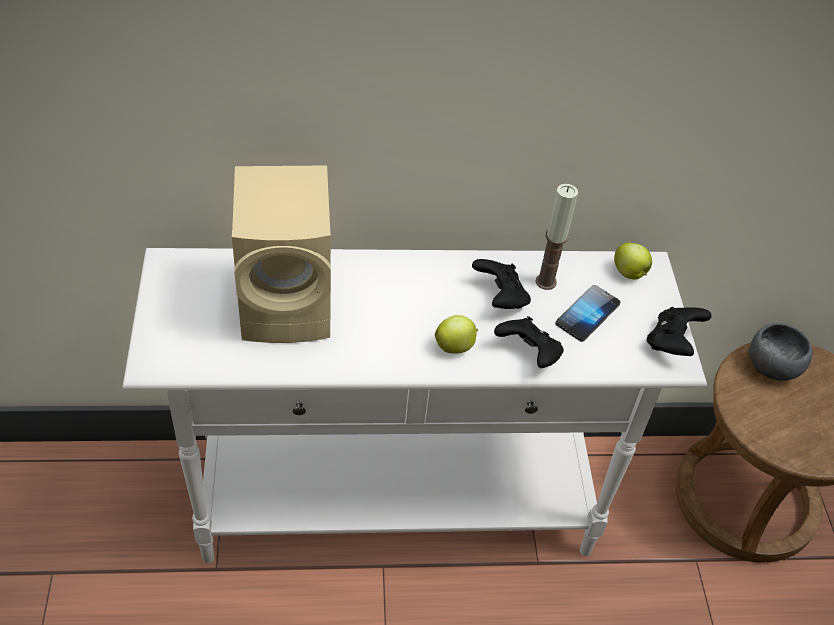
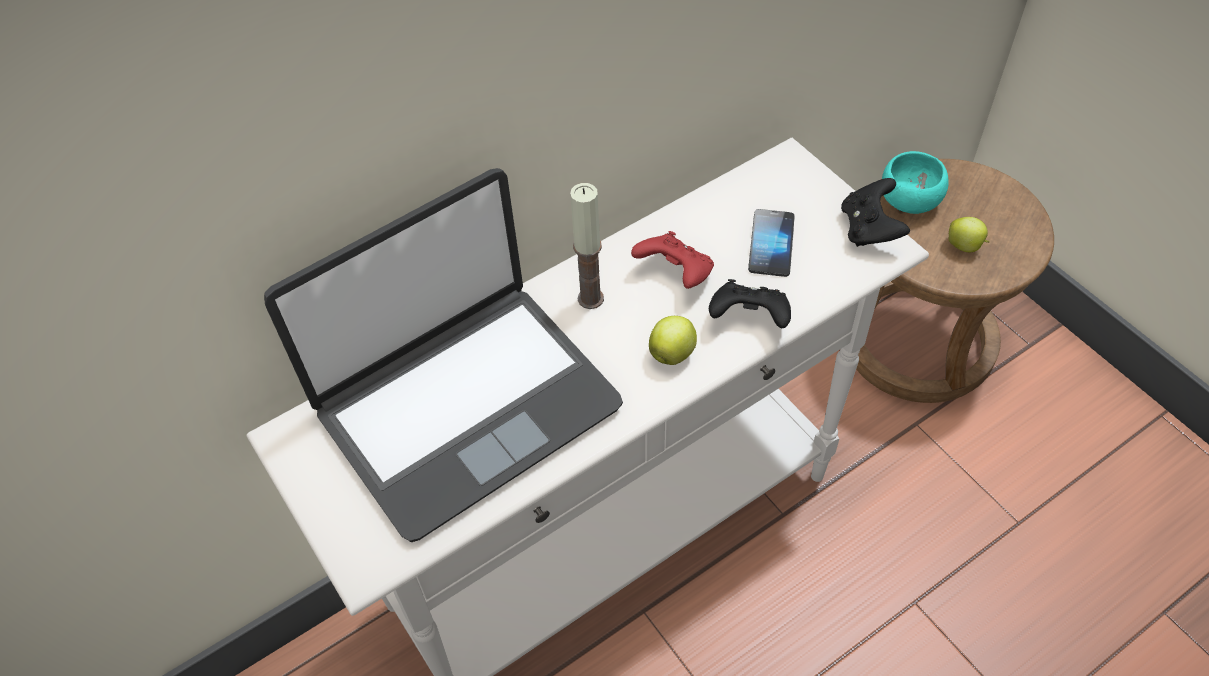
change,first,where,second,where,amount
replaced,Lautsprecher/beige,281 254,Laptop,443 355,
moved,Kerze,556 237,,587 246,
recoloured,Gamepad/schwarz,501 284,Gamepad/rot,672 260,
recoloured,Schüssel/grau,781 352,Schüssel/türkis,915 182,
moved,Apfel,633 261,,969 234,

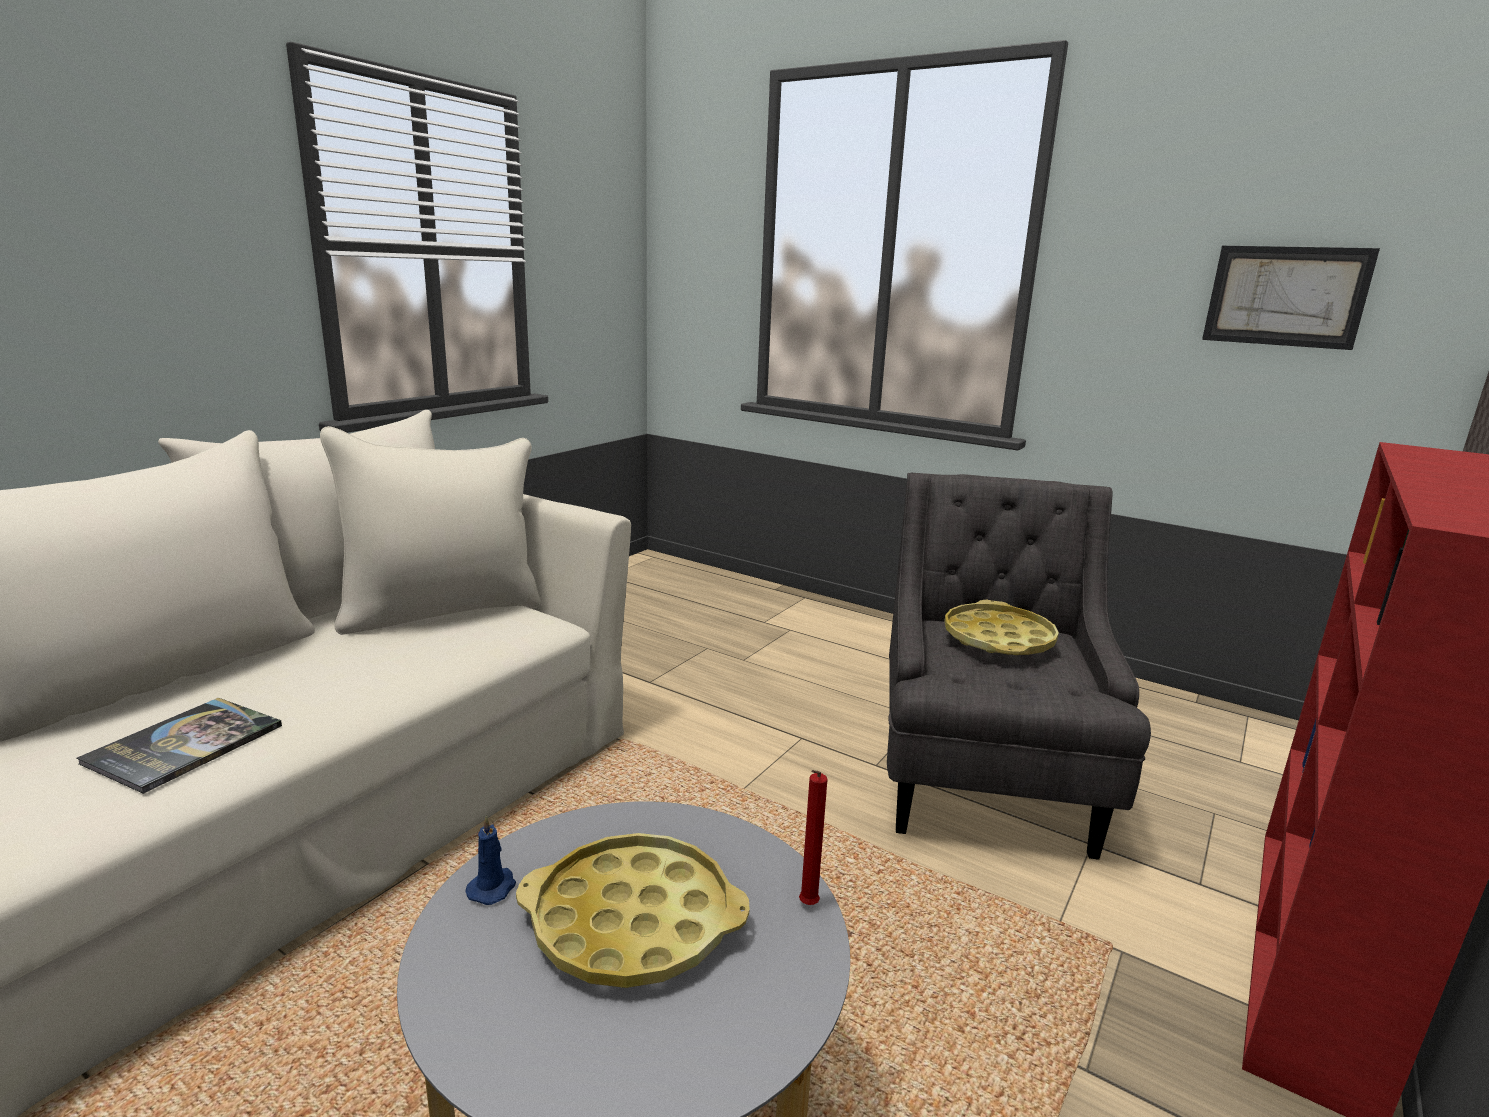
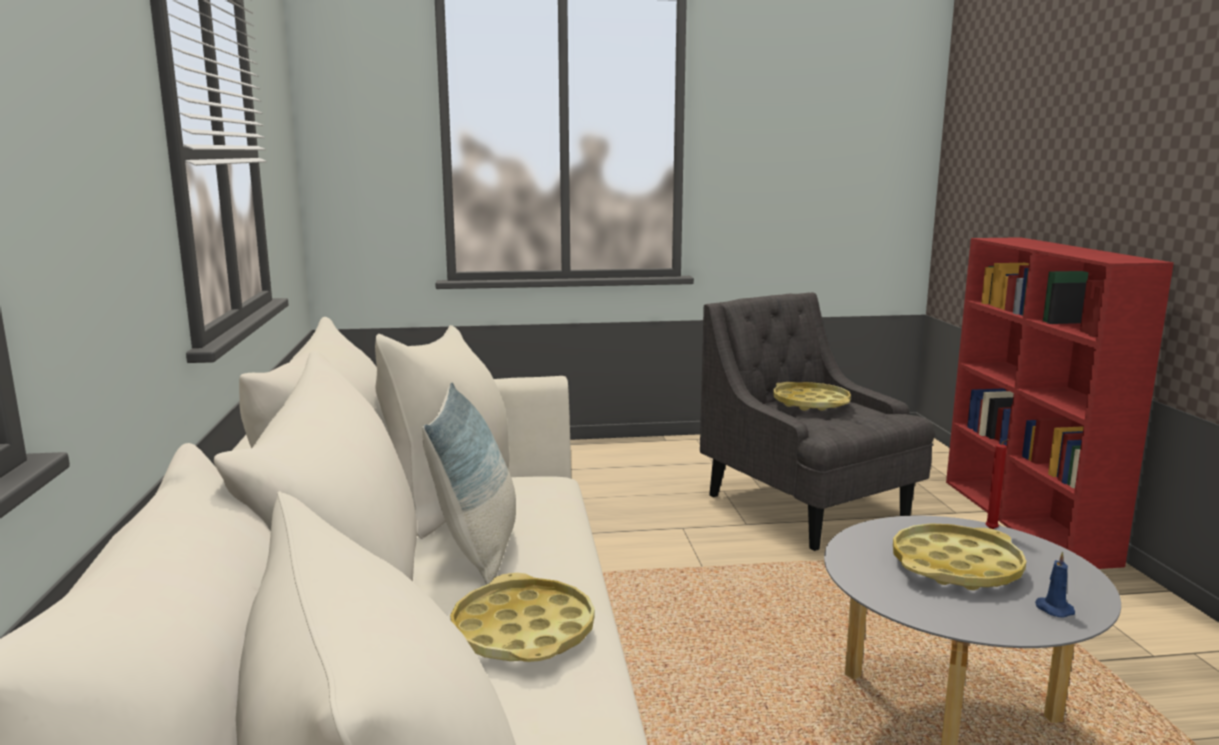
change,first,where,second,where,amount
added,,,Kissen,469 483,
replaced,Buch,179 746,Tablett/gelb,522 617,
moved,Kerze/blau,490 860,,1055 584,
removed,Bild,1291 298,,,

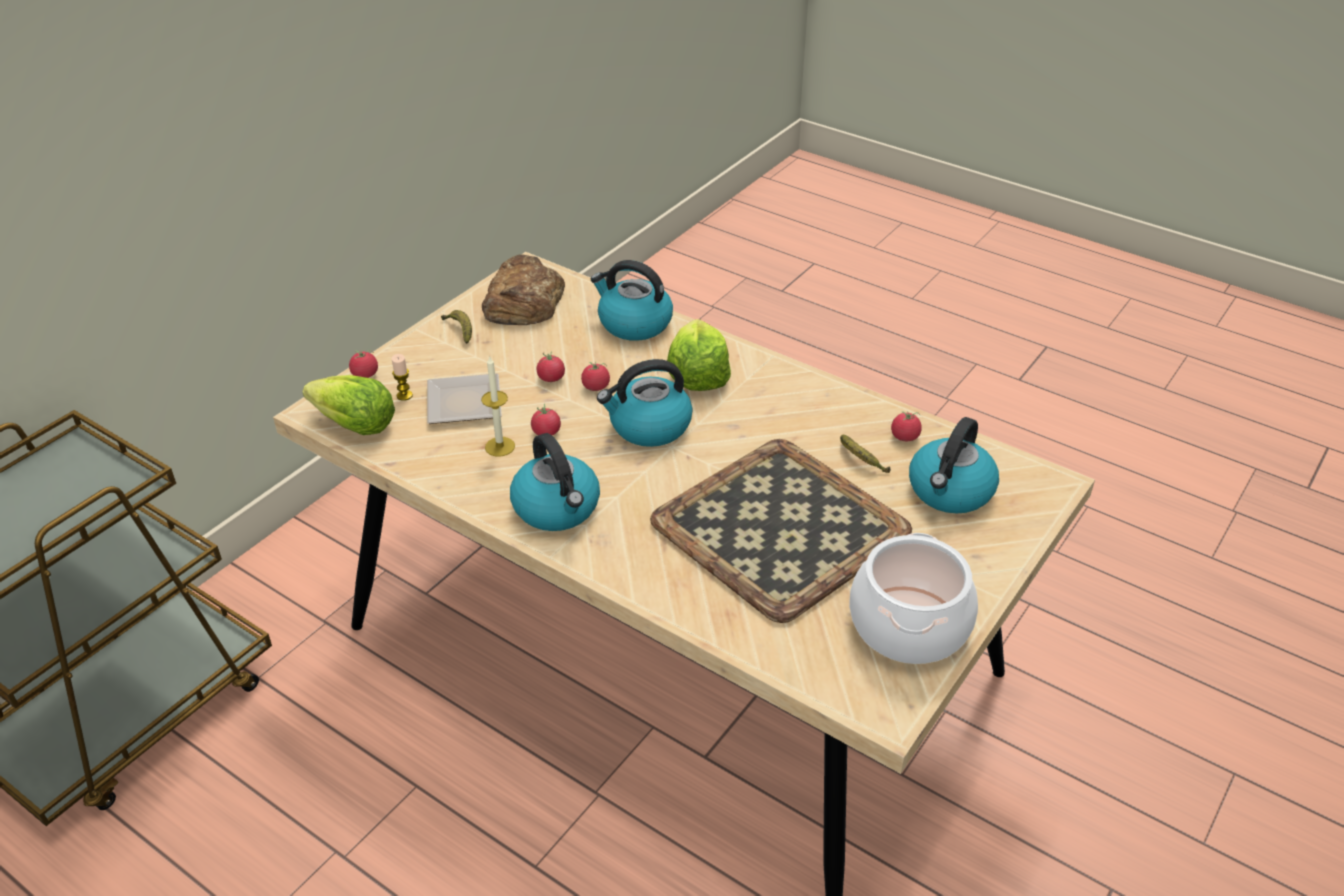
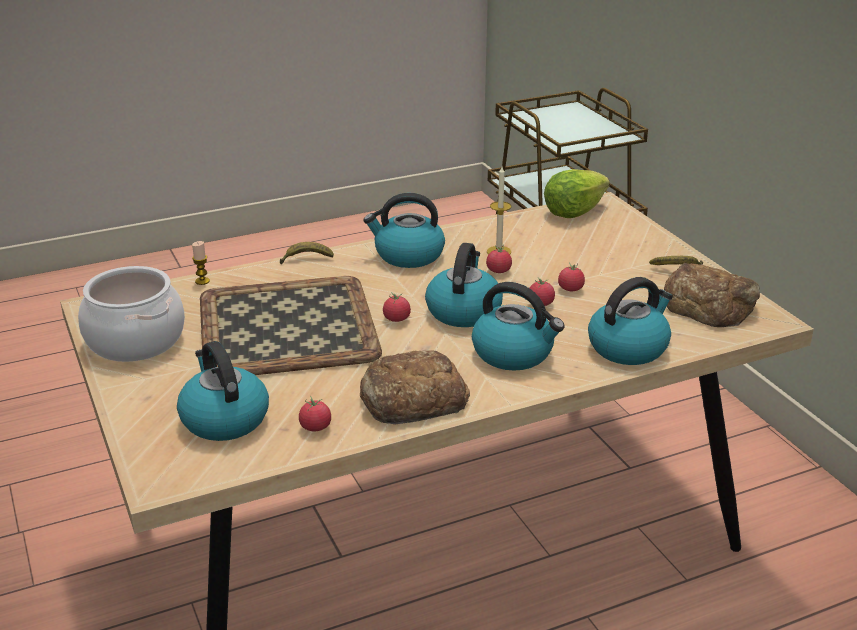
change,first,where,second,where,amount
moved,Kerze,402 377,,201 263,
moved,Banane,865 454,,307 253,
added,,,Brot,415 387,
moved,Tomate,363 364,,397 307,
replaced,Salatkopf,699 355,Wasserkessel,518 326,
removed,Teller,464 398,,,

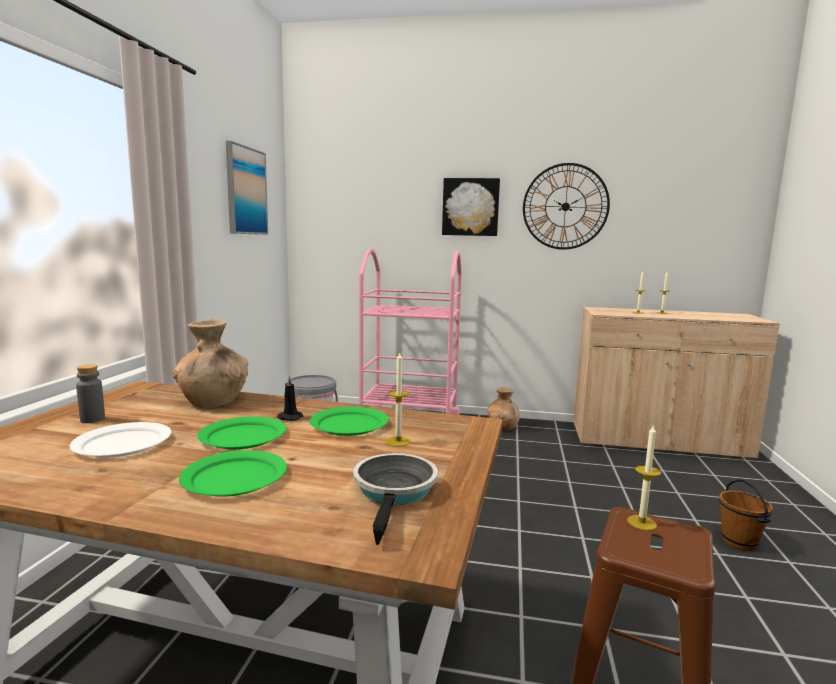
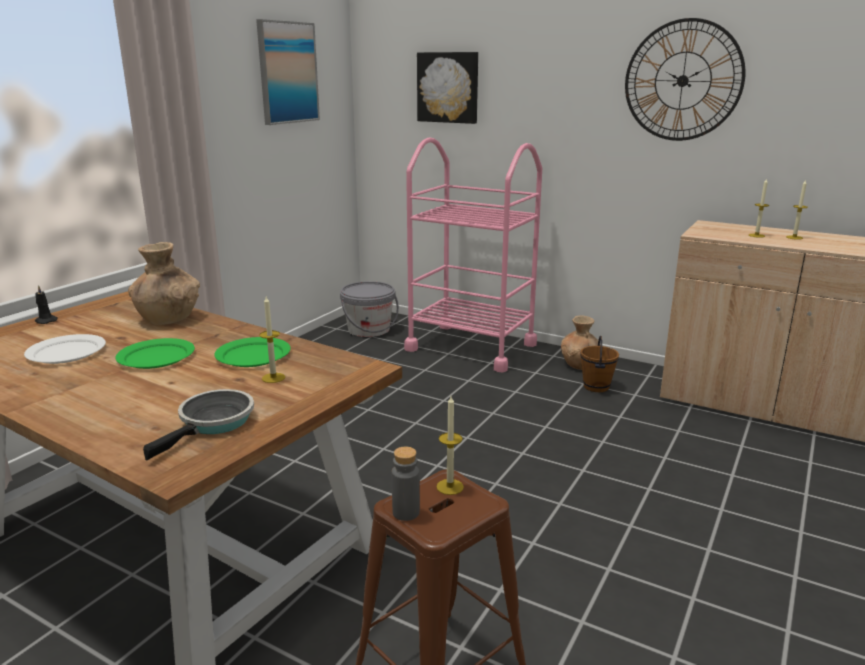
change,first,where,second,where,amount
moved,Kerze/schwarz,290 398,,46 304,
moved,Flasche/grau,90 393,,406 483,
moved,Bild,471 207,,447 88,
moved,Eimer/braun,746 515,,599 364,
removed,Teller/grün,233 473,,,

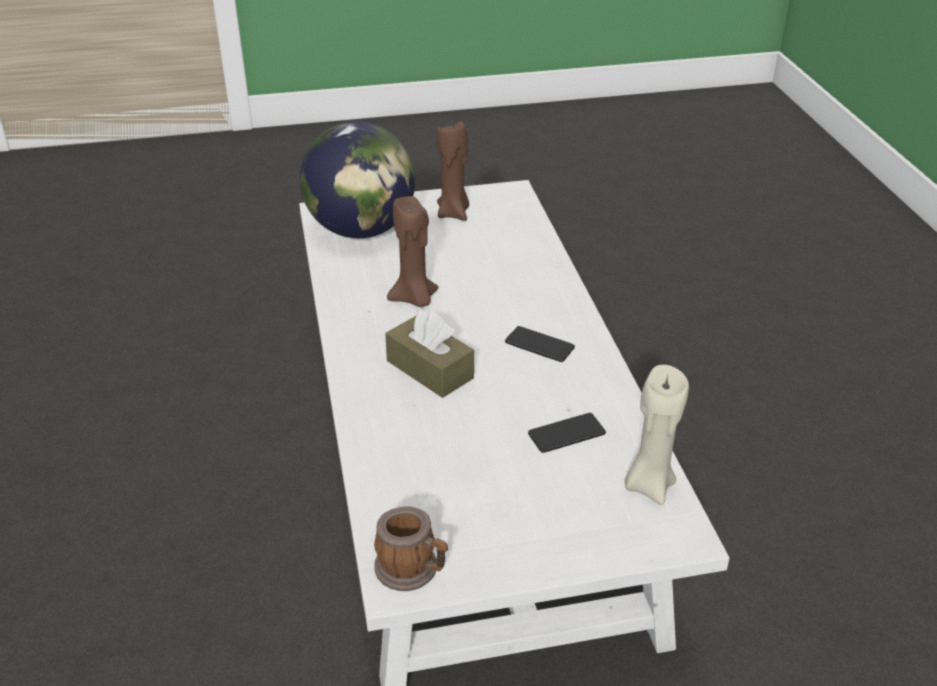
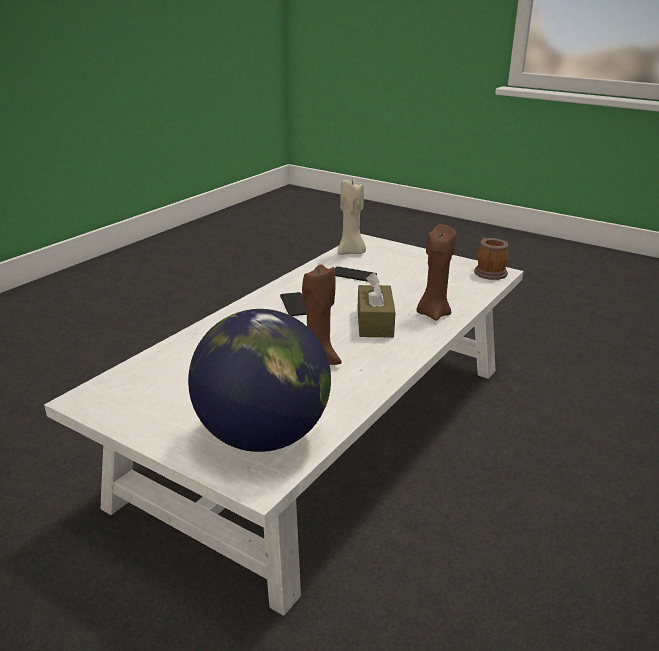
change,first,where,second,where,amount
moved,Kerze/braun,452 171,,436 272,

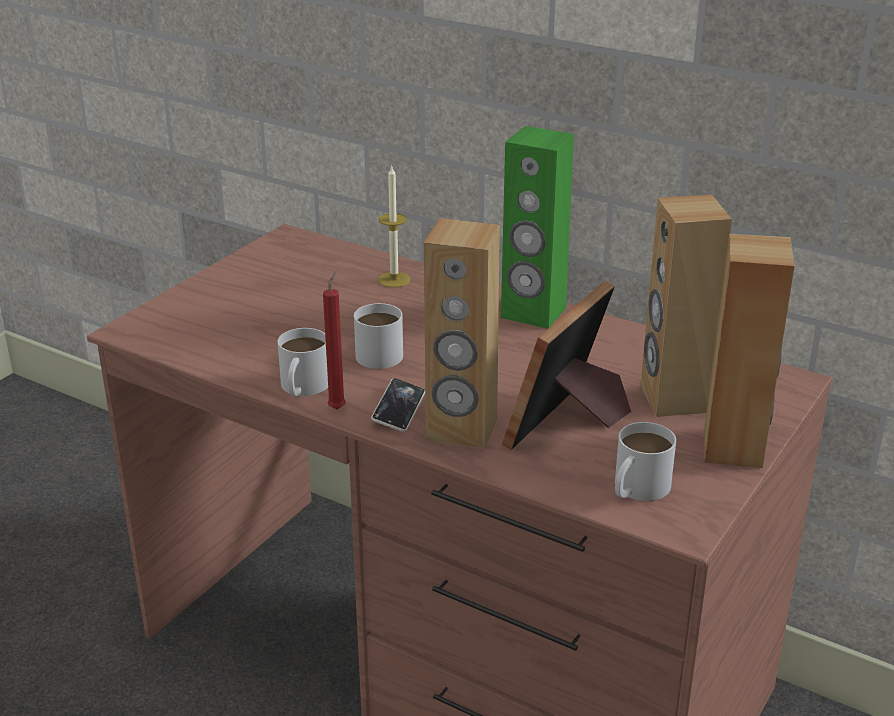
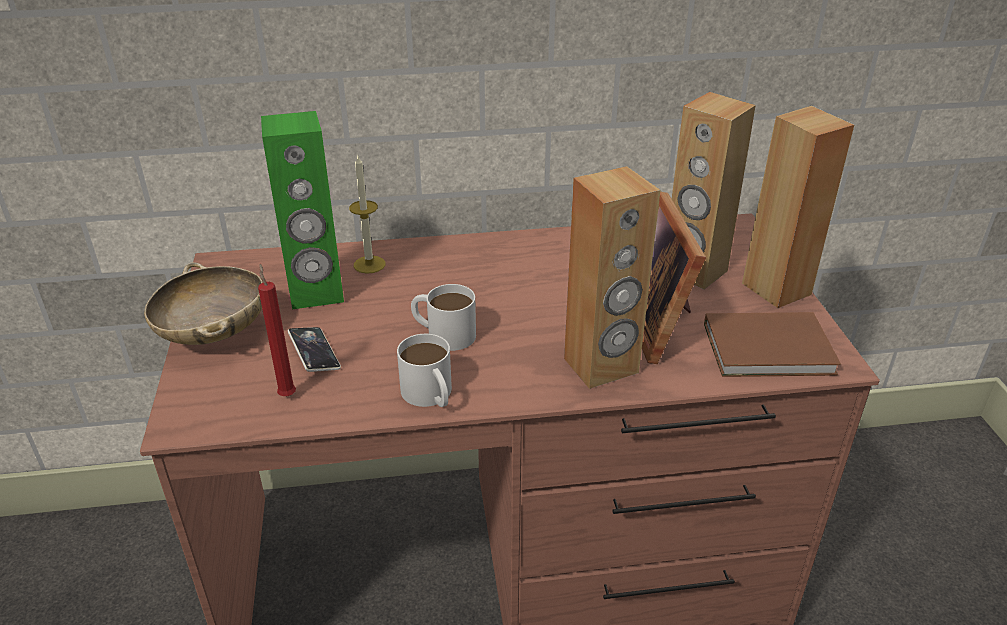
change,first,where,second,where,amount
added,,,Schüssel/beige,203 303,
moved,Kerze/rot,334 340,,277 330,
moved,Lautsprecher/grün,537 227,,302 210,
moved,Handy,398 405,,314 349,
replaced,Henkelbecher/weiß,645 461,Buch/braun,772 344,

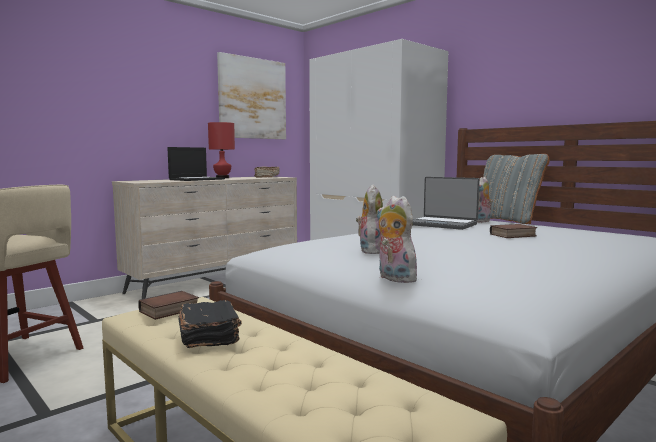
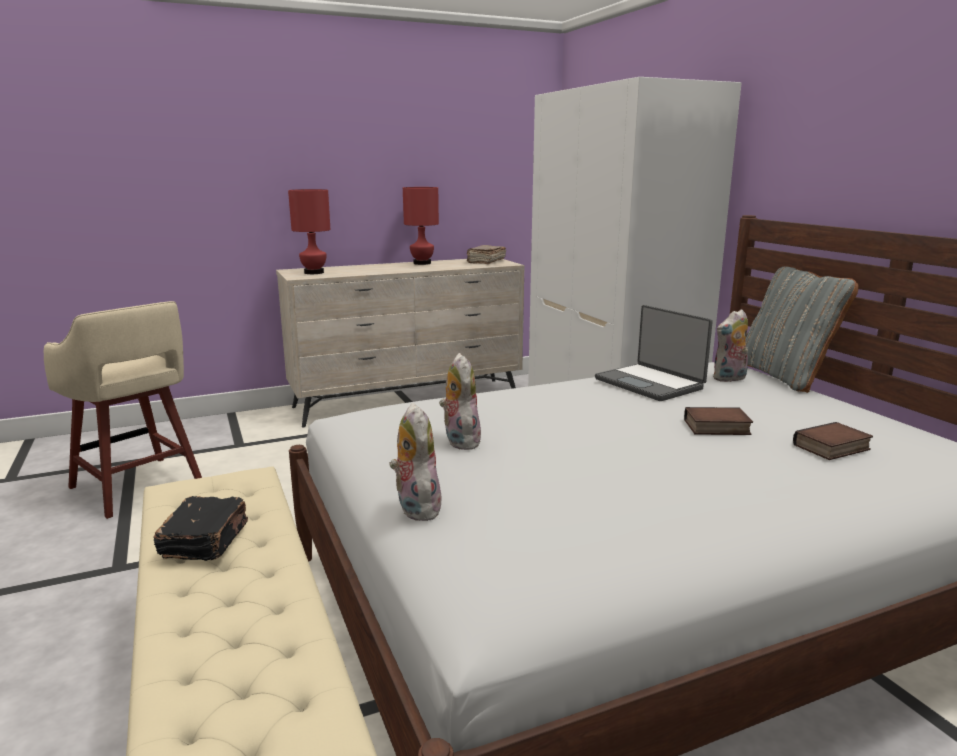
change,first,where,second,where,amount
added,,,Tischlampe/rot,309 231,
turned,Plüschtier,369 219,,460 401,45 degrees counterclockwise
moved,Buch,168 305,,833 441,
removed,Laptop,196 164,,,
removed,Bild,251 95,,,

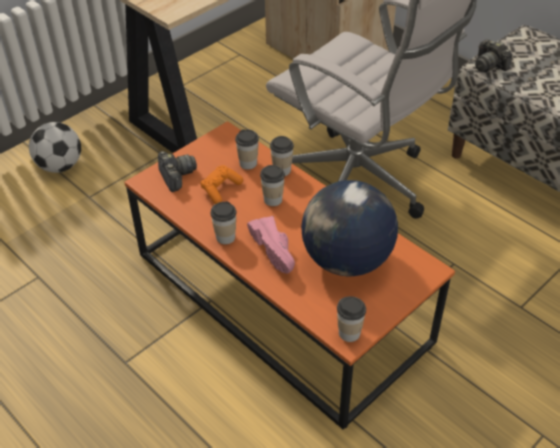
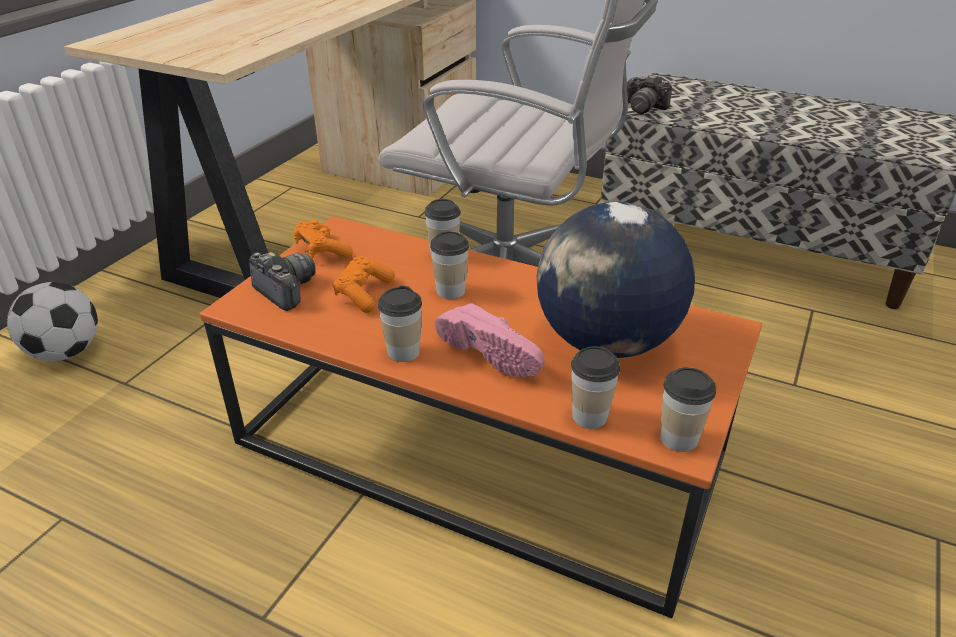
change,first,where,second,where,amount
added,,,Gamepad/orange,323 239,
moved,Tasse,247 150,,595 387,

